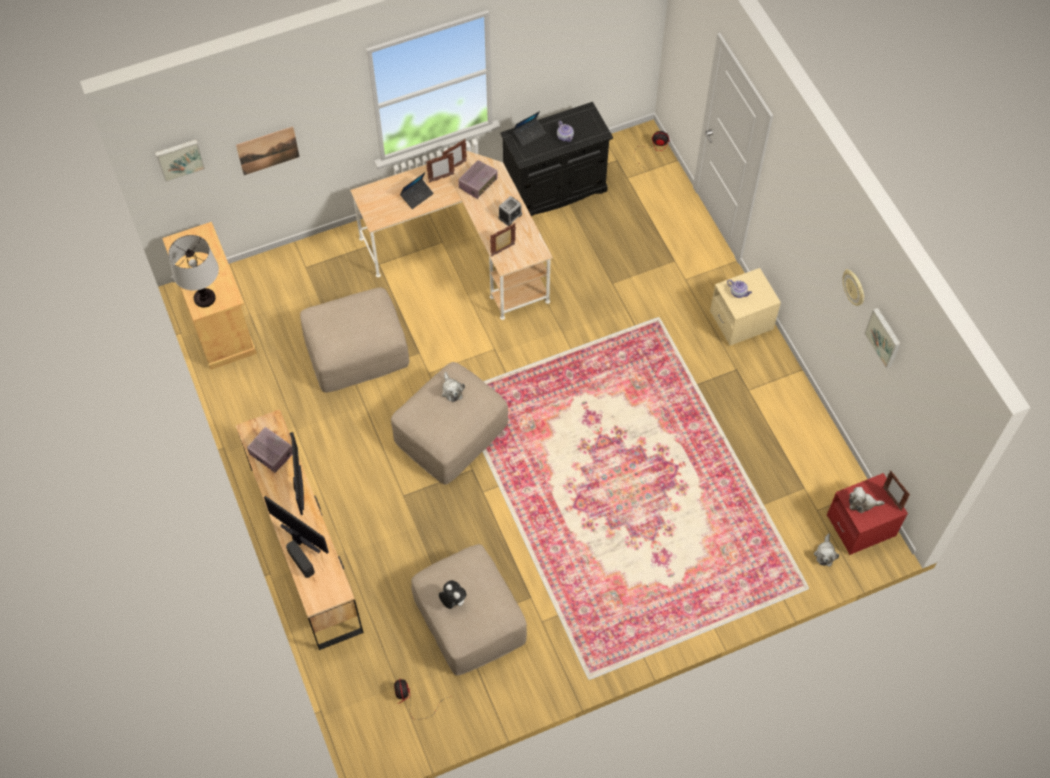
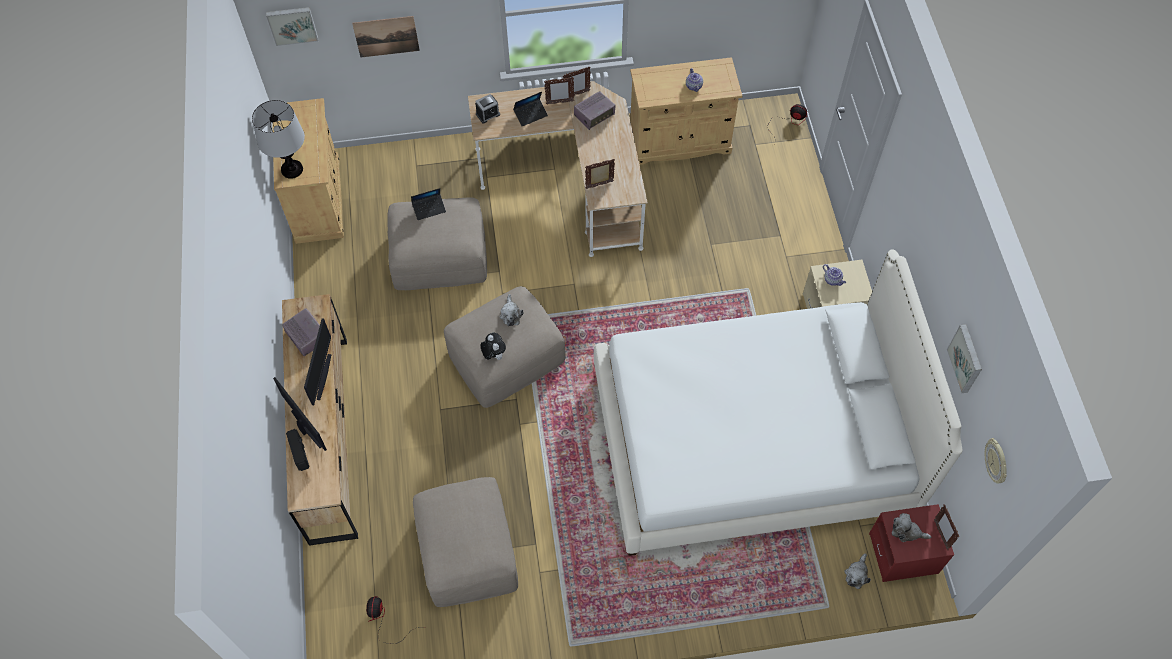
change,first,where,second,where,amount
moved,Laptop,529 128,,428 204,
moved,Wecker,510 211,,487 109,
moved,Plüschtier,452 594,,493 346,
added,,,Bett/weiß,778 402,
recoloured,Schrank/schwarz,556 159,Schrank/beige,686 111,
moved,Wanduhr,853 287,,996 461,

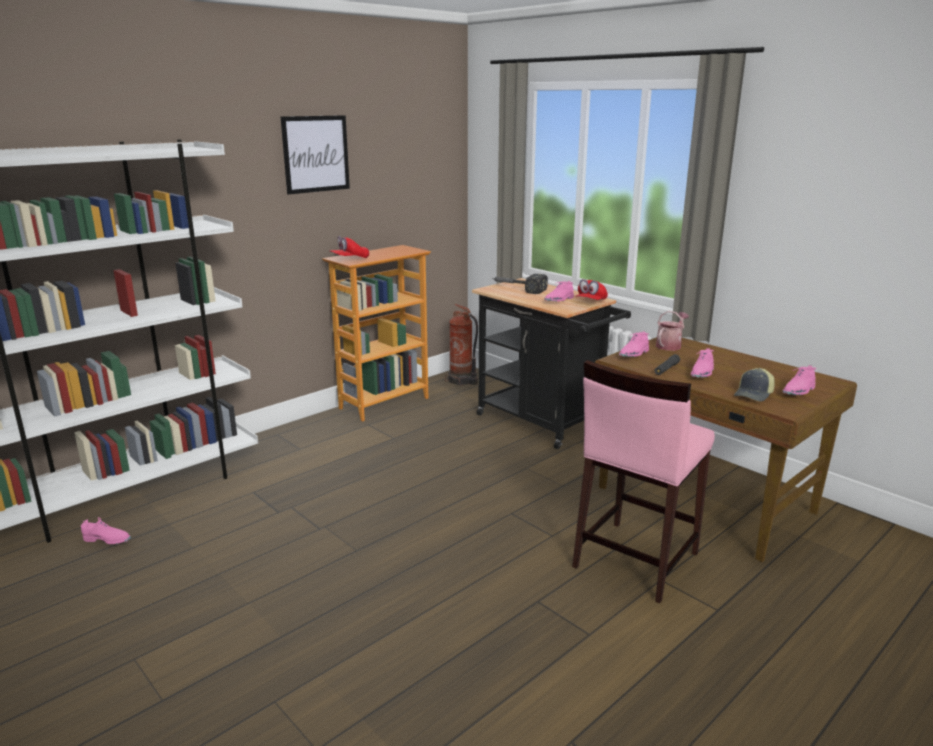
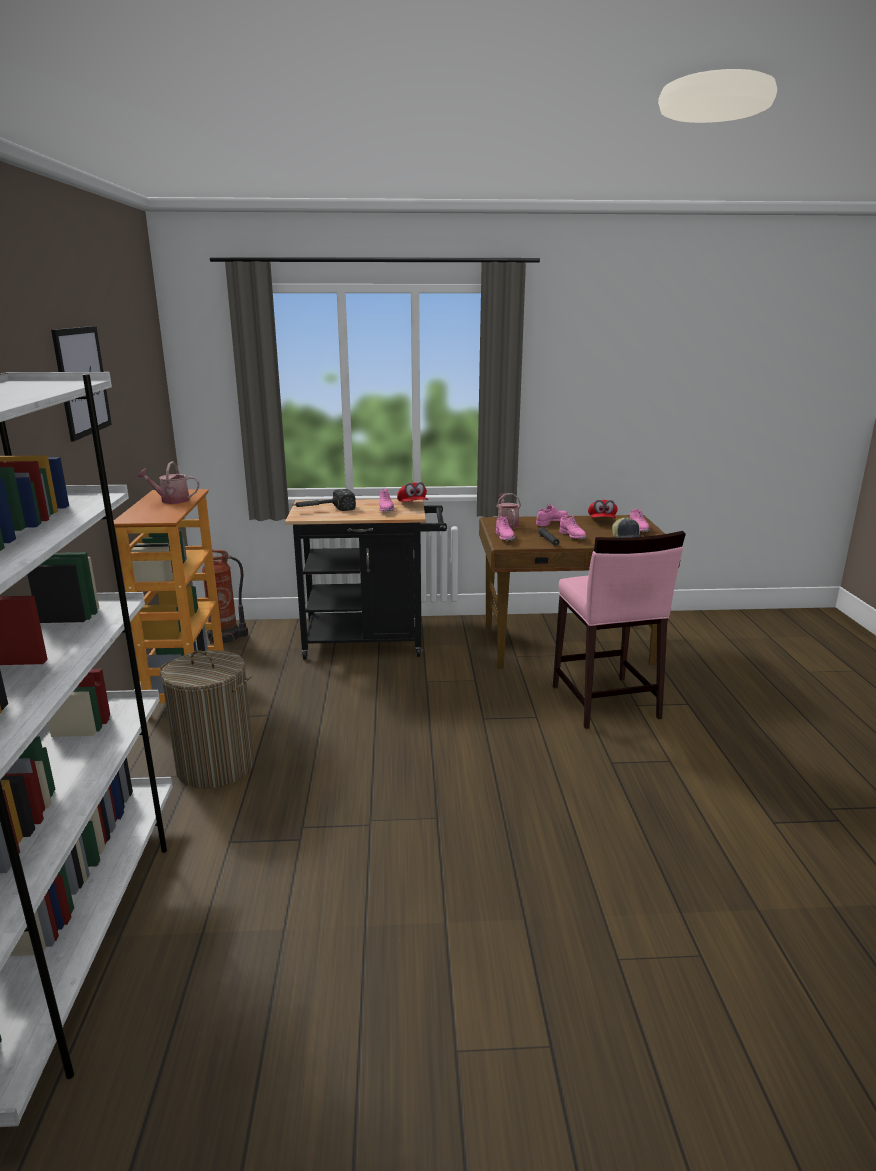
change,first,where,second,where,amount
added,,,Gießkanne,168 482,
added,,,Wäschekorb,207 719,
moved,Schuh/rosa,106 530,,552 515,
moved,Kappe/rot,349 247,,603 509,

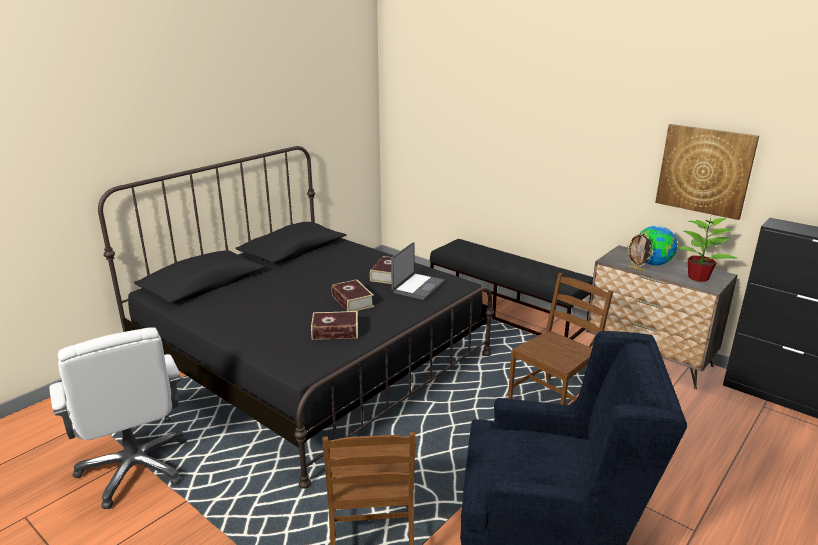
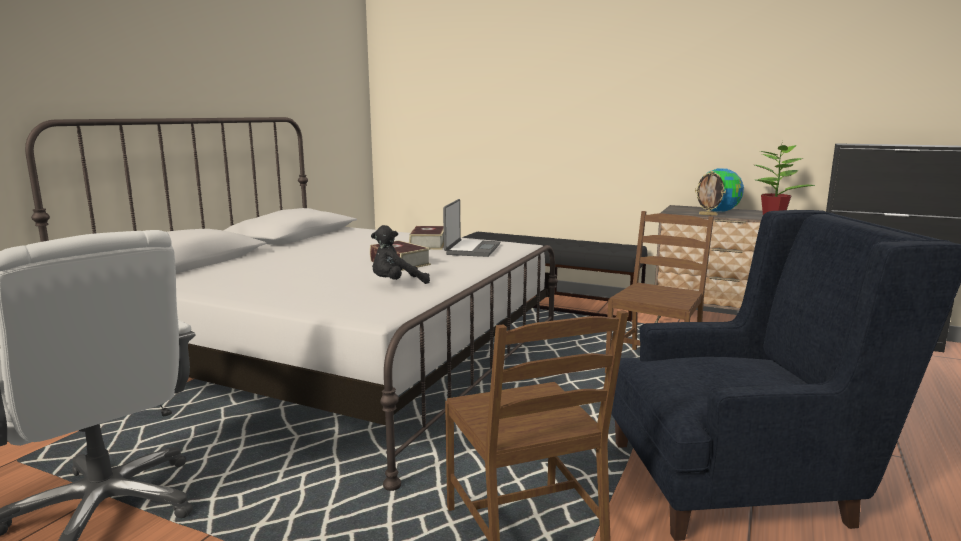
change,first,where,second,where,amount
recoloured,Bett/schwarz,296 317,Bett/weiß,291 304,
replaced,Buch,334 325,Plüschtier/schwarz,400 254,
removed,Bild,707 172,,,

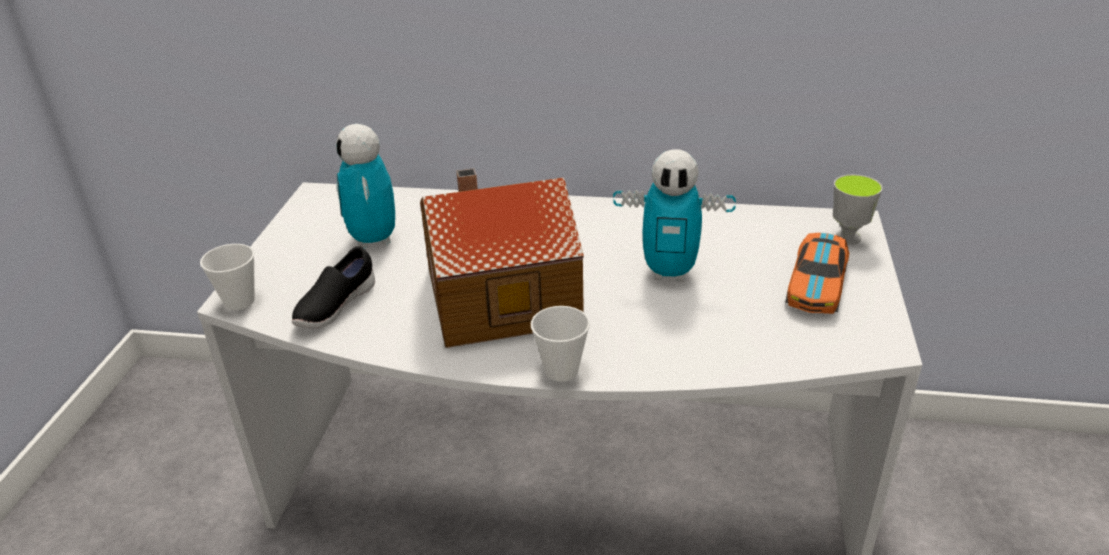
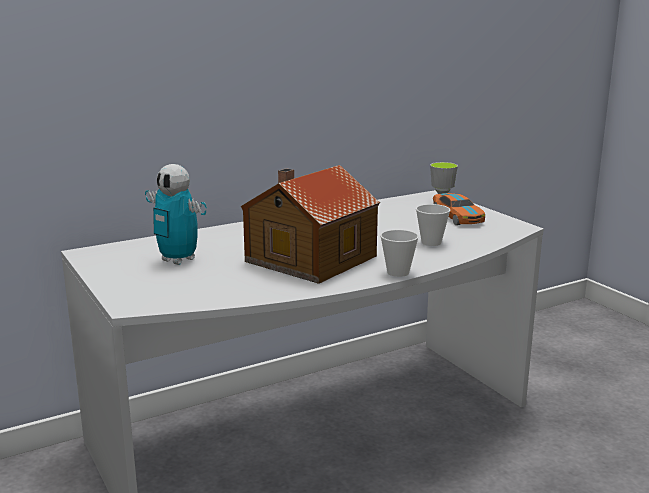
change,first,where,second,where,amount
moved,Tasse,227 277,,433 225,
removed,Schuh/schwarz,333 287,,,
removed,Spielzeugroboter,674 215,,,

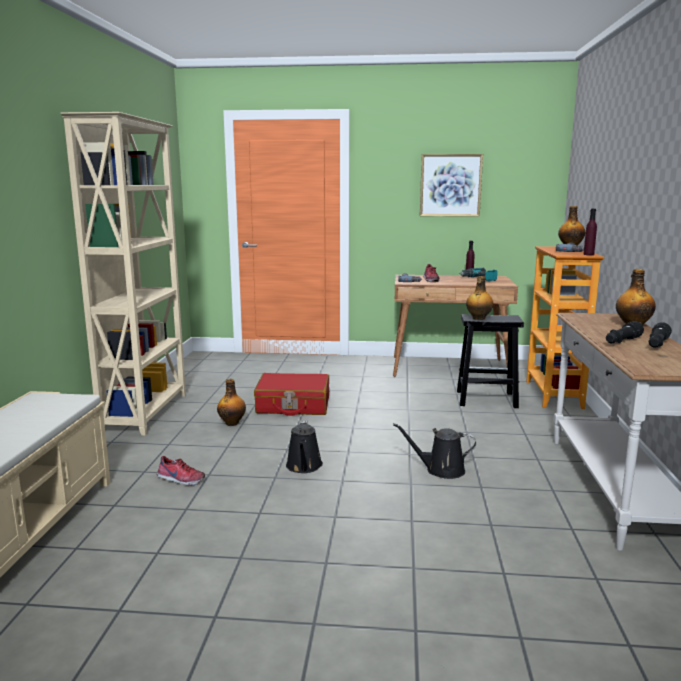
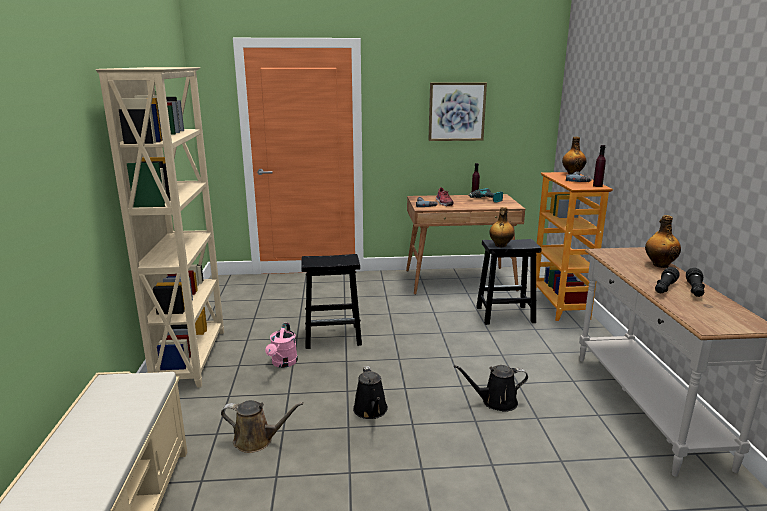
change,first,where,second,where,amount
replaced,Schuh,181 471,Gießkanne/braun,262 426,
replaced,Flasche,231 402,Gießkanne/rosa,281 345,
replaced,Koffer/rot,291 394,Hocker/schwarz,331 301,

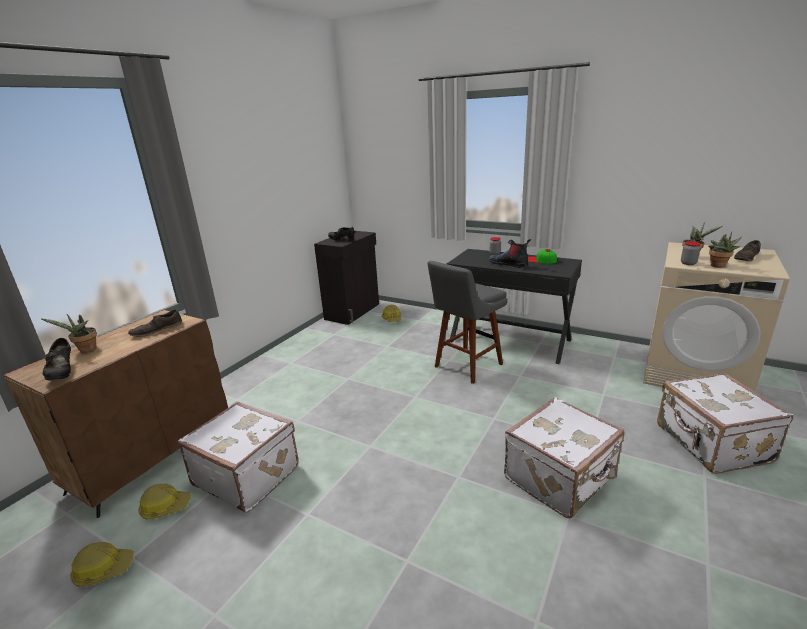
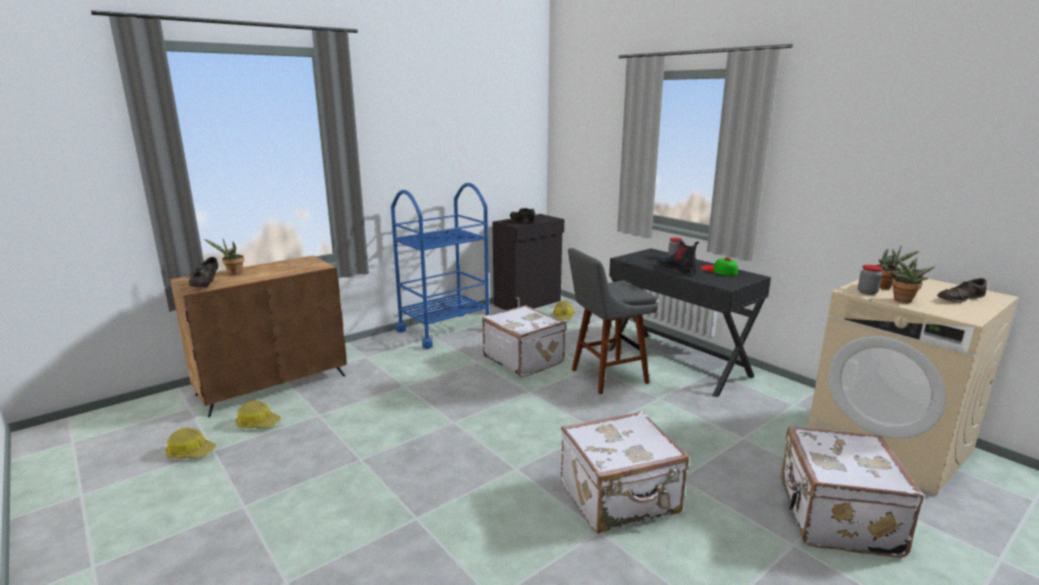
change,first,where,second,where,amount
added,,,Rollwagen/blau,440 266,
moved,Koffer/weiß,238 457,,524 341,
removed,Schuh/braun,155 323,,,

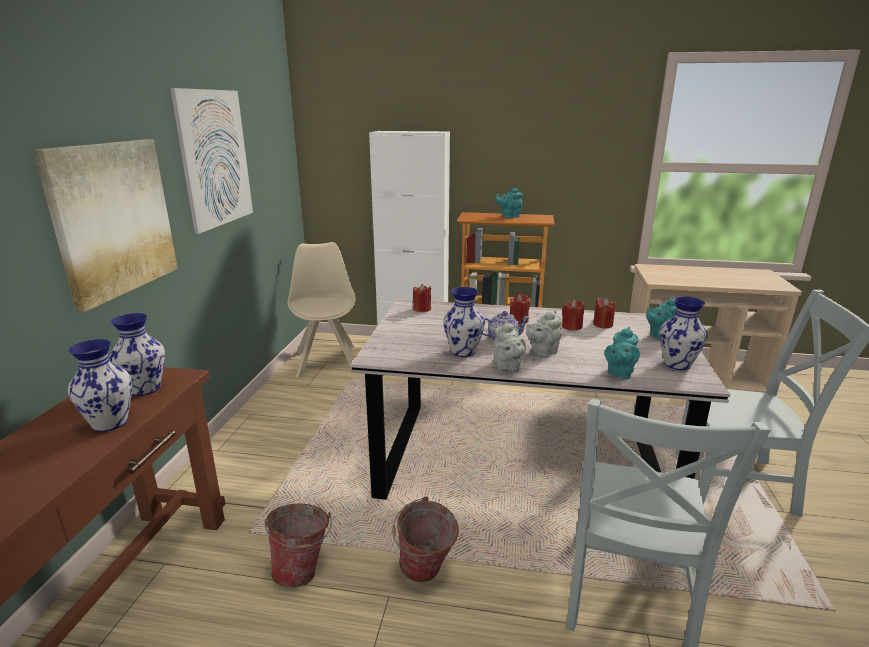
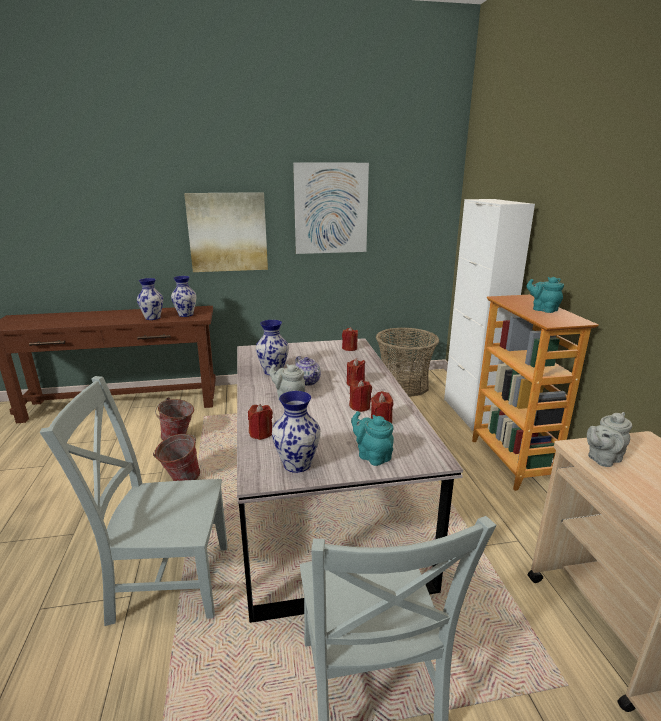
change,first,where,second,where,amount
replaced,Teekanne/türkis,622 353,Kerze/rot,260 422,
replaced,Stuhl/beige,321 310,Korb,407 362,
moved,Teekanne/grau,509 346,,609 439,

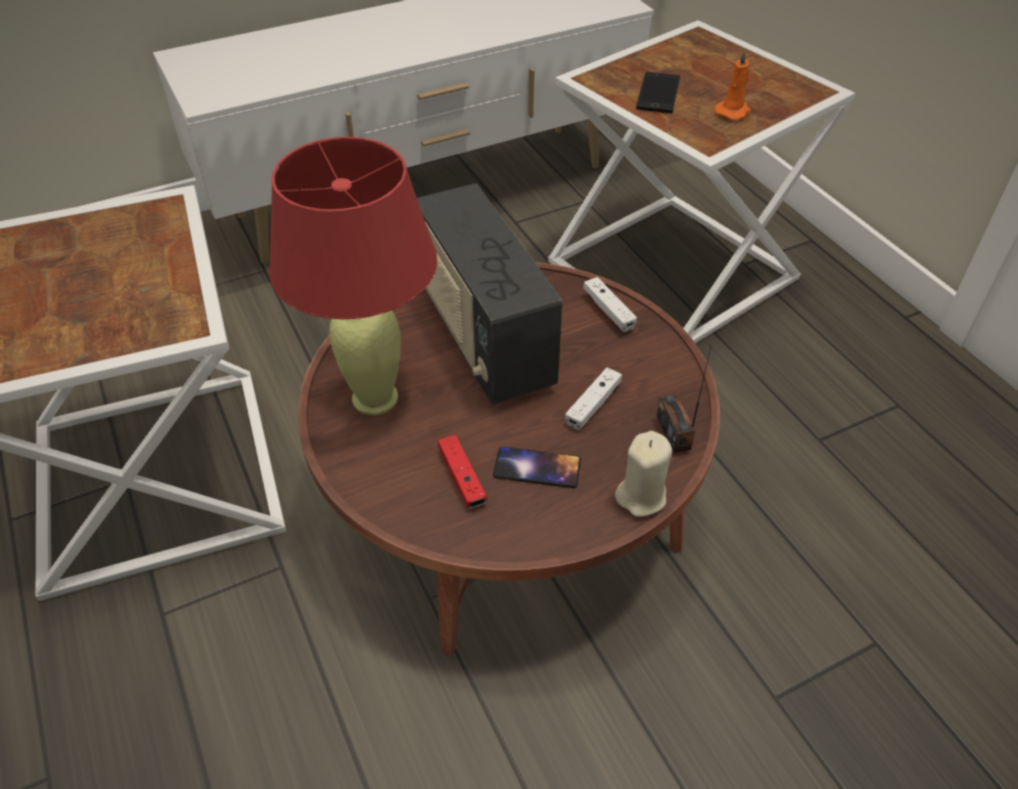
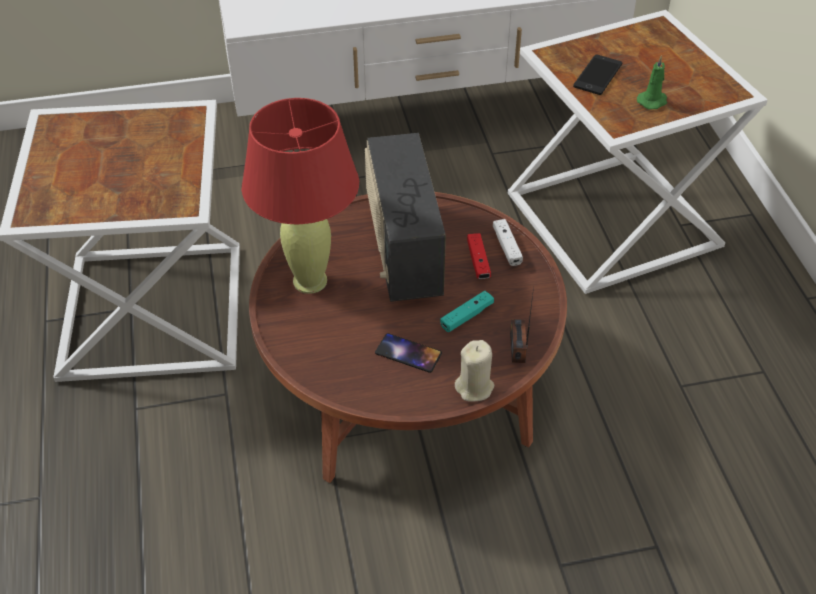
change,first,where,second,where,amount
recoloured,Gamepad/weiß,593 399,Gamepad/türkis,467 311,
moved,Gamepad/rot,462 471,,479 256,
recoloured,Kerze/orange,732 85,Kerze/grün,652 82,

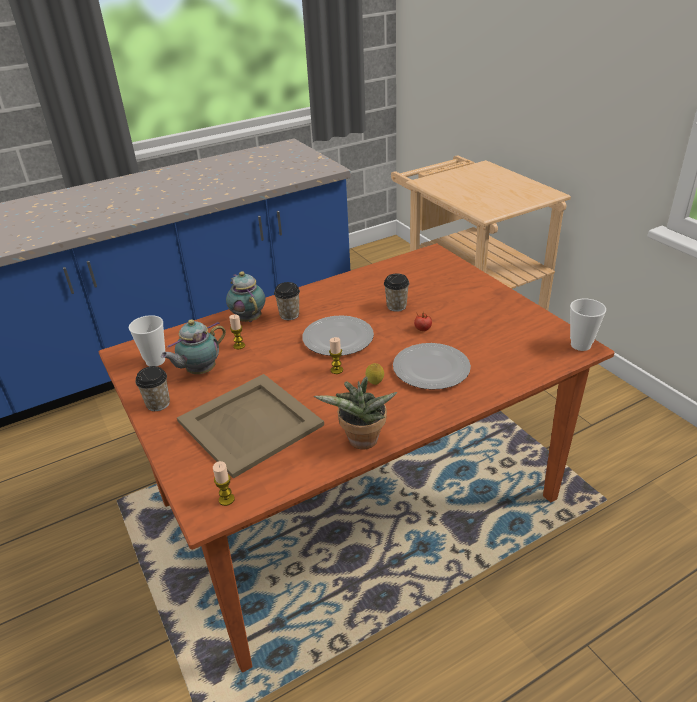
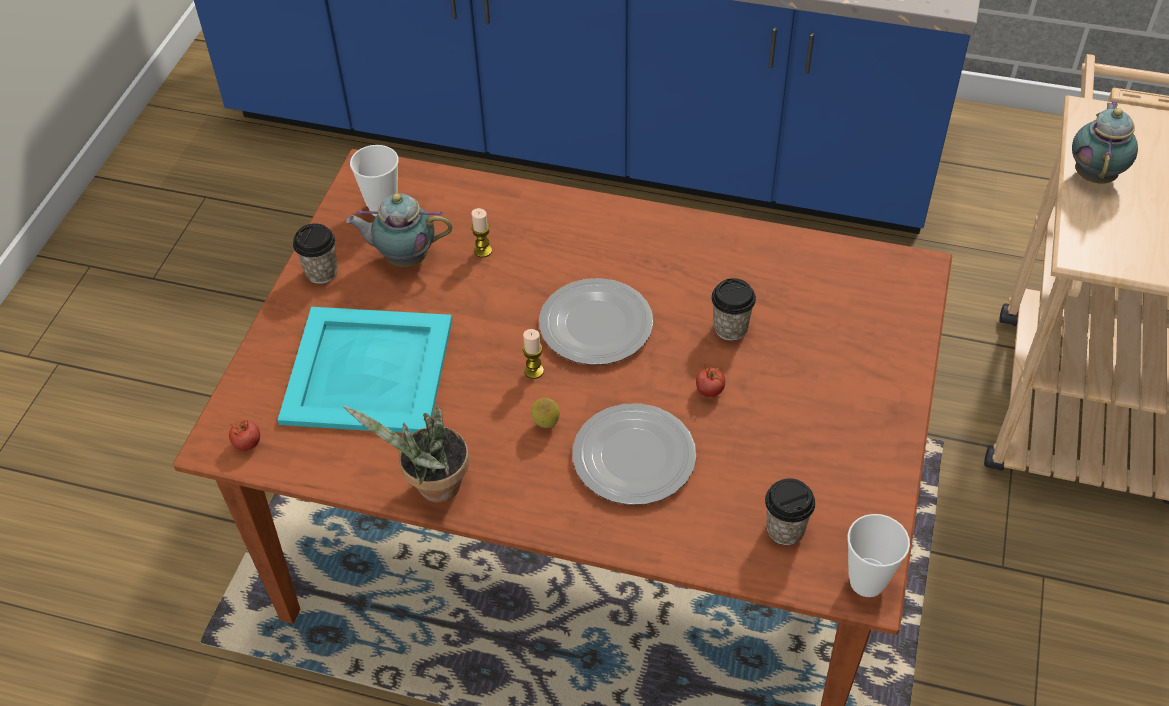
change,first,where,second,where,amount
replaced,Kerze,224 483,Tomate,244 435,
recoloured,Tablett/beige,250 426,Tablett/türkis,365 370,
moved,Tasse,287 301,,790 511,
moved,Teekanne,245 296,,1105 142,

